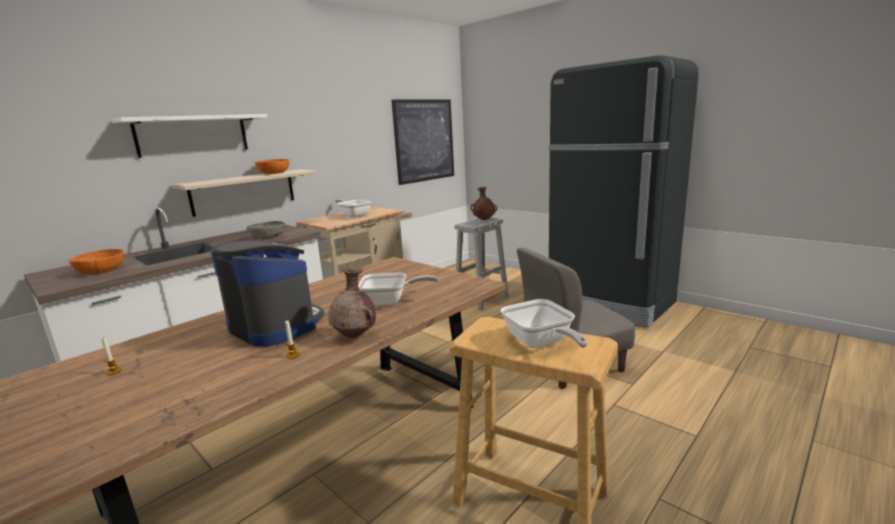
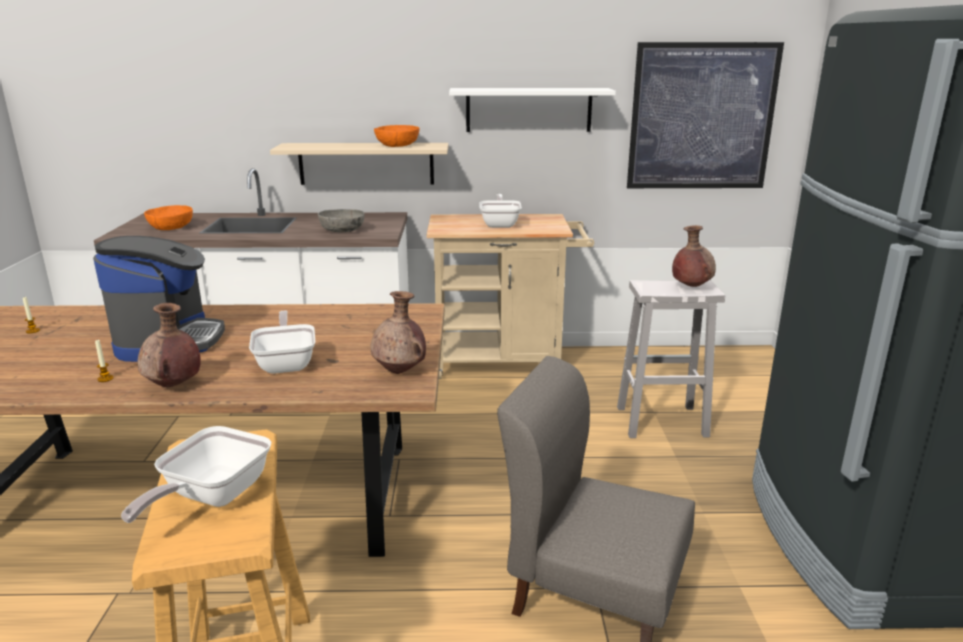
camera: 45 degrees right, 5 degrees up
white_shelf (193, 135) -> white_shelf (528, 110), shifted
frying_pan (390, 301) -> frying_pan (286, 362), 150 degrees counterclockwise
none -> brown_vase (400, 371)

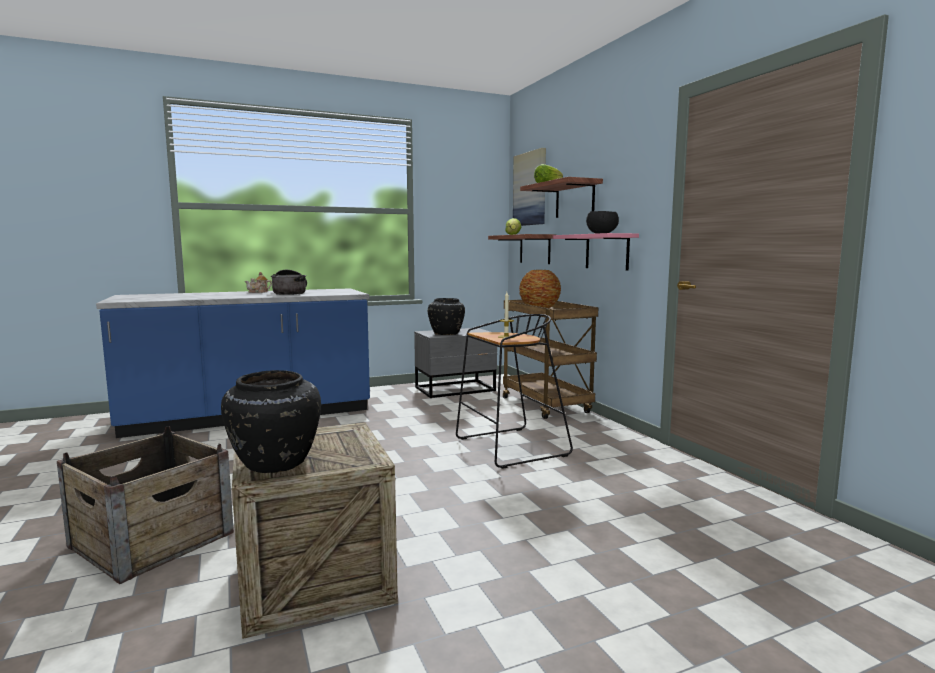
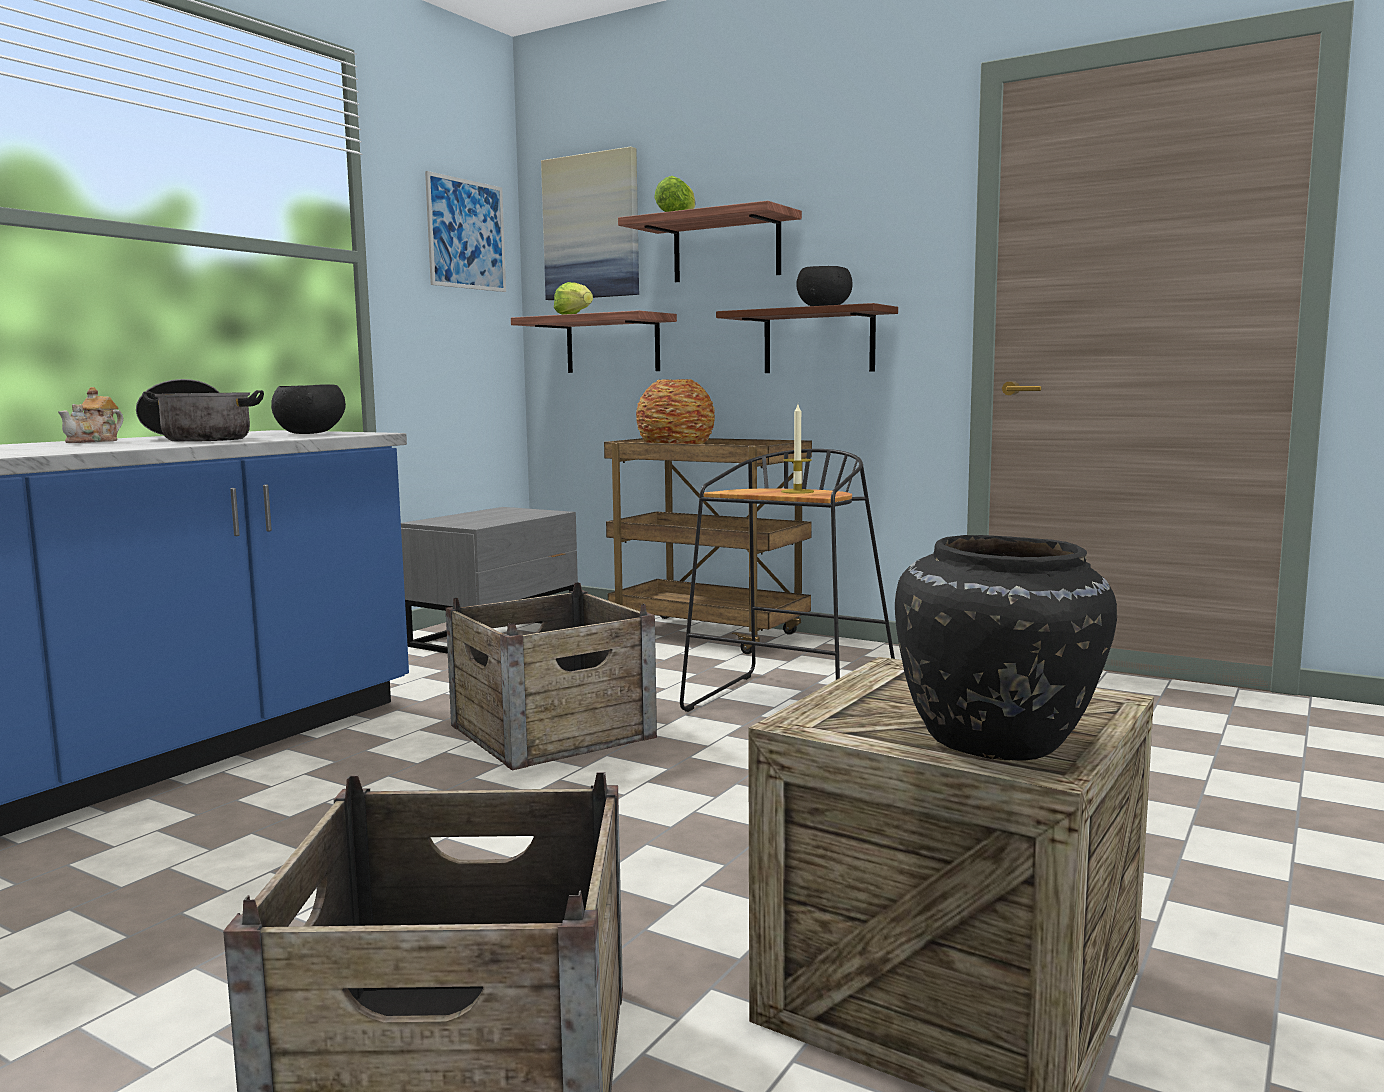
camera: 35 degrees left, 0 degrees up
pink_shelf (607, 251) -> brown_shelf (818, 341)
black_vase (446, 334) -> none
none -> picture (466, 234)
none -> black_bowl (311, 434)
none -> crate (551, 731)

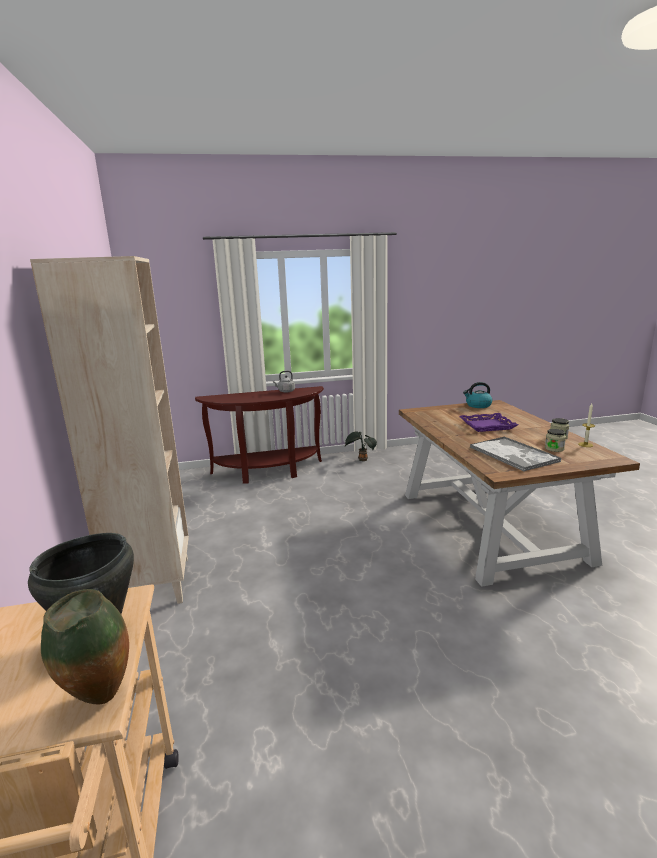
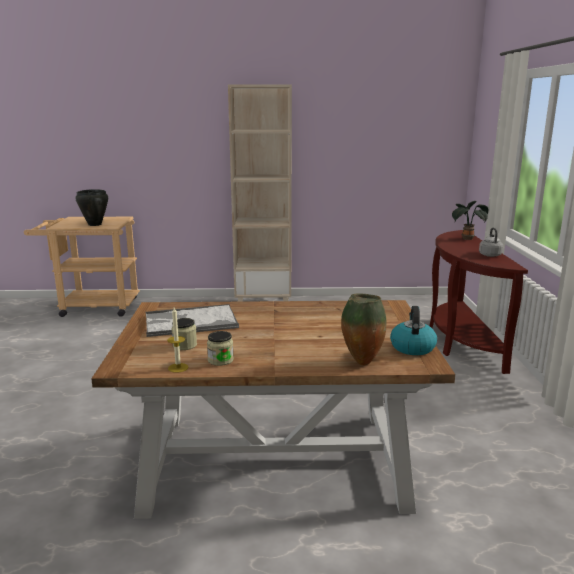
camera: 100 degrees right, 0 degrees up
purple_tray (487, 426) -> none
potted_plant (361, 460) -> potted_plant (467, 238), shifted
vase (99, 700) -> vase (361, 362), shifted

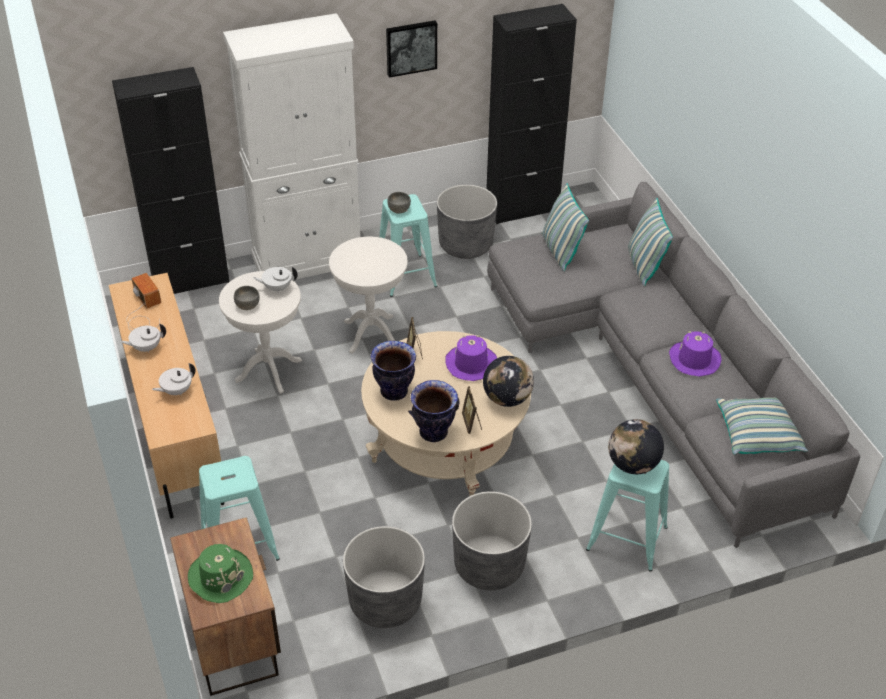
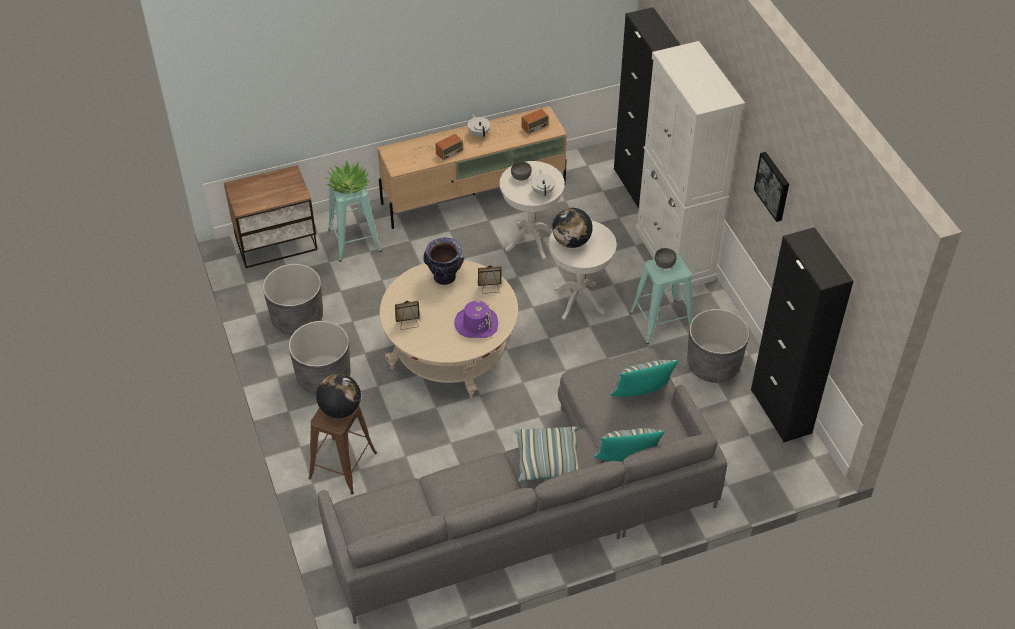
camera: 90 degrees right, 5 degrees up
purple_hat (694, 360) -> none
globe (507, 399) -> globe (571, 242), shifted
white_teapot (176, 391) -> radio (433, 153)
vase (434, 433) -> none
pillow (758, 434) -> pillow (548, 461), shifted
turquoise_stool (627, 538) -> brown_stool (342, 465)
green_hat (220, 576) -> none
none -> potted_plant (349, 185)

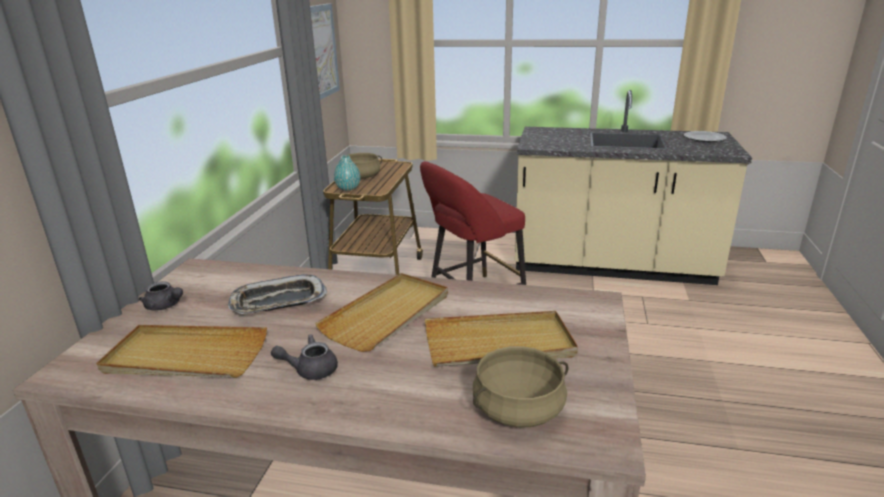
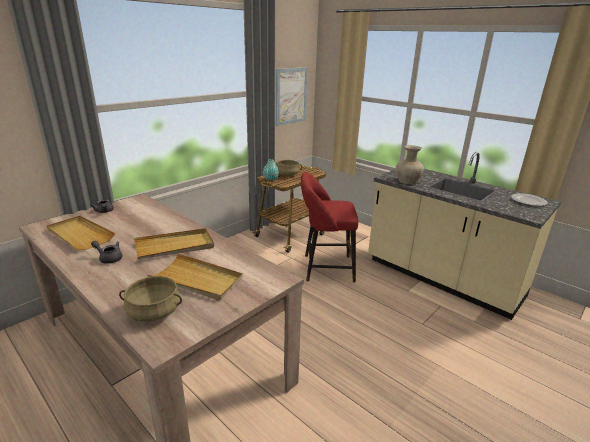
camera: 30 degrees right, 0 degrees up
tray (278, 301) -> none
none -> beige_vase (407, 181)

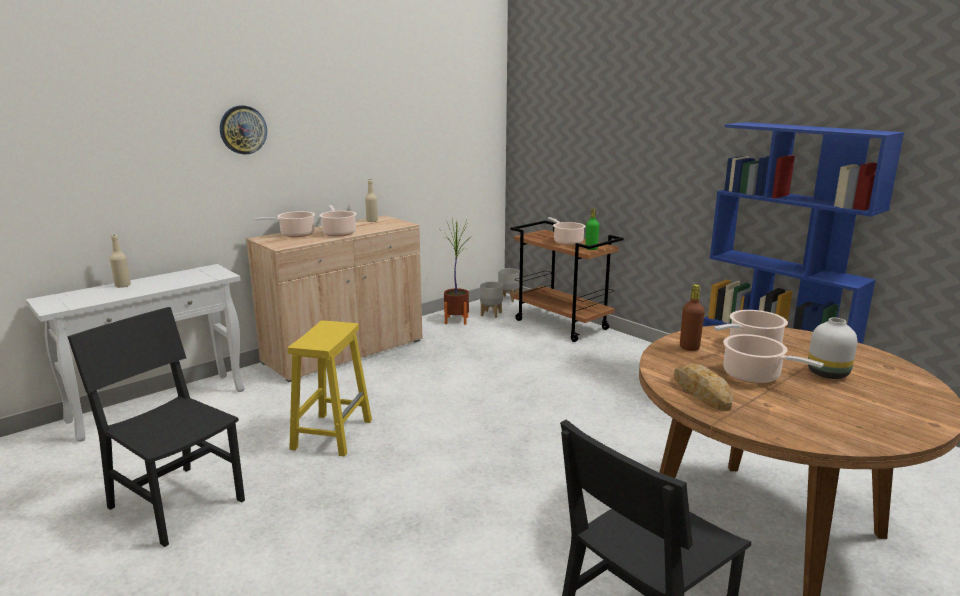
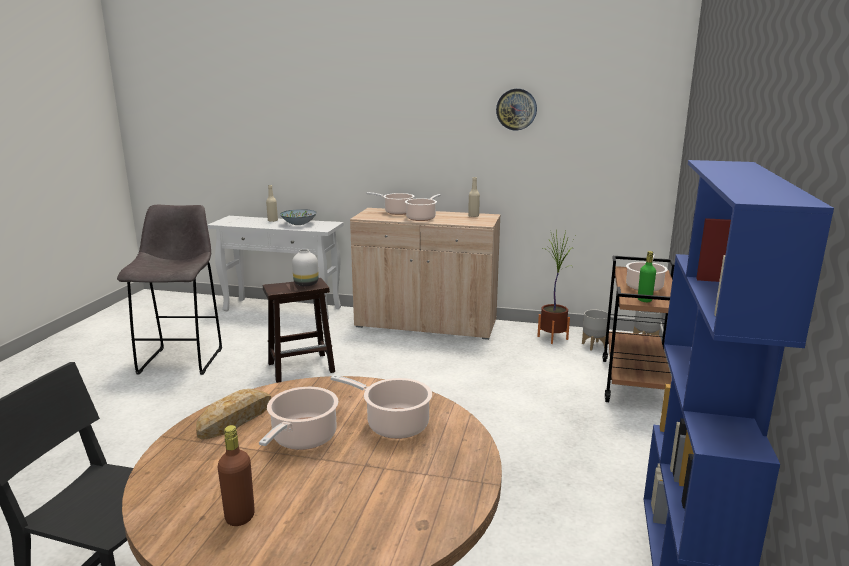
camera: 55 degrees right, 0 degrees up
wall_clock (243, 130) -> wall_clock (516, 109), shifted
brown_bottle (689, 347) -> brown_bottle (240, 517), shifted
black_chair (177, 503) -> grey_stool (182, 359)
white_vase (828, 374) -> white_vase (305, 284), shifted
yellow_stool (332, 433) -> brown_stool (302, 367)
none -> bowl (299, 224)

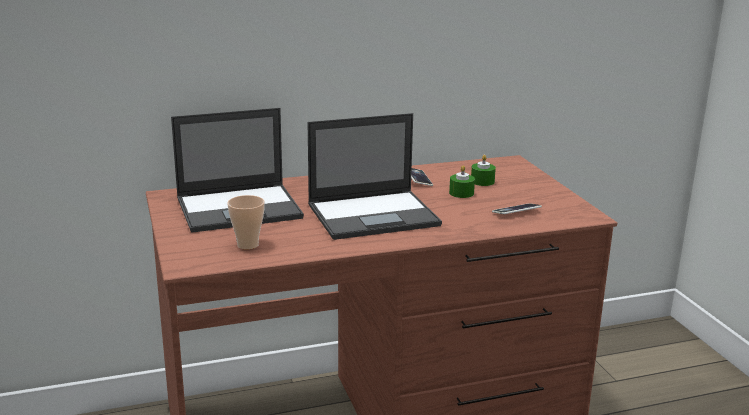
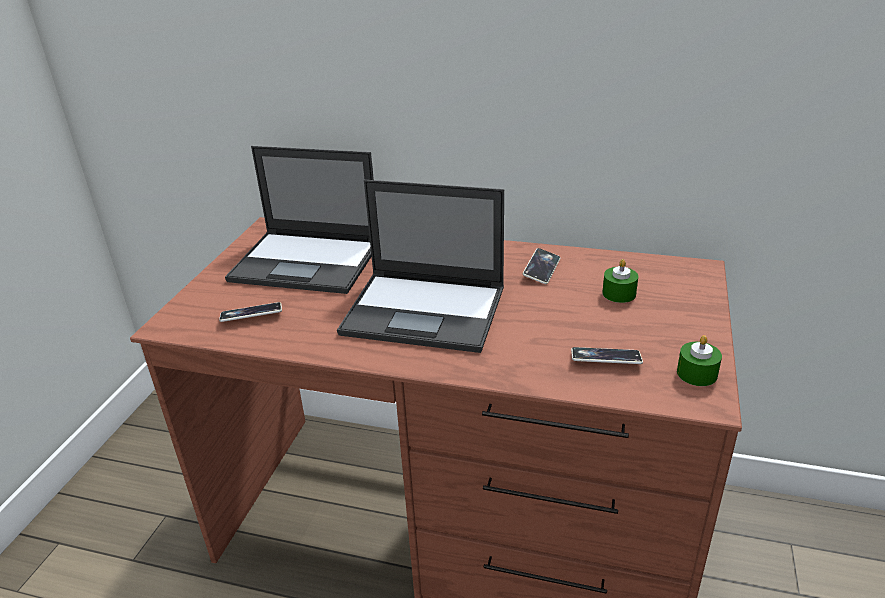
camera: 35 degrees right, 10 degrees up
green_candle (461, 193) -> green_candle (697, 373), shifted
cup (248, 245) -> phone (251, 315)

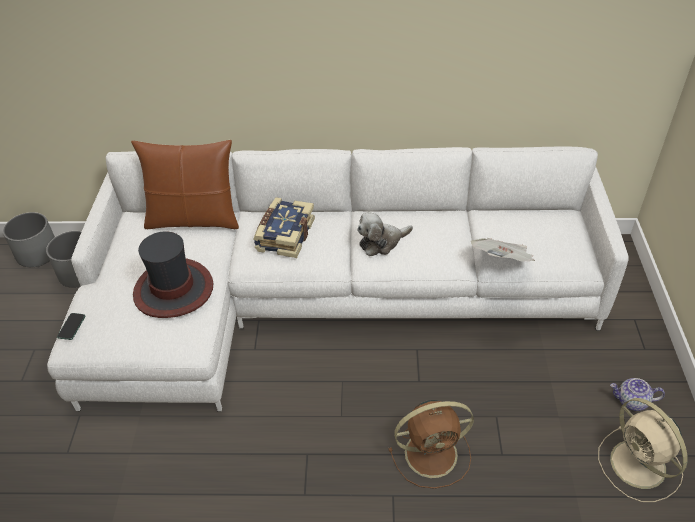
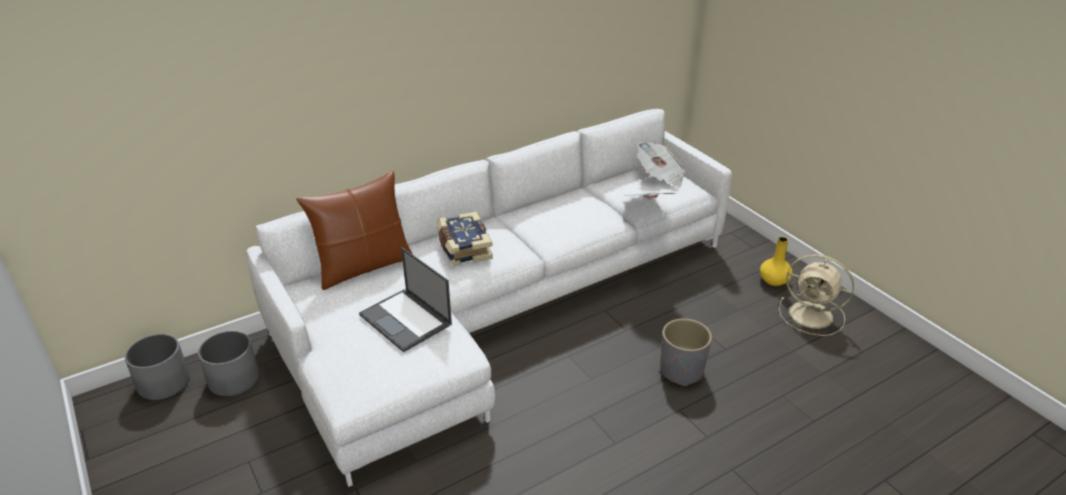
camera: 35 degrees left, 10 degrees down
plush_toy (381, 242) -> none
hat (174, 289) -> laptop (406, 320)
phone (71, 327) -> none
teapot (632, 401) -> yellow_vase (774, 281)
brown_fan (433, 453) -> grey_planter (681, 370)
none -> newspaper (660, 176)

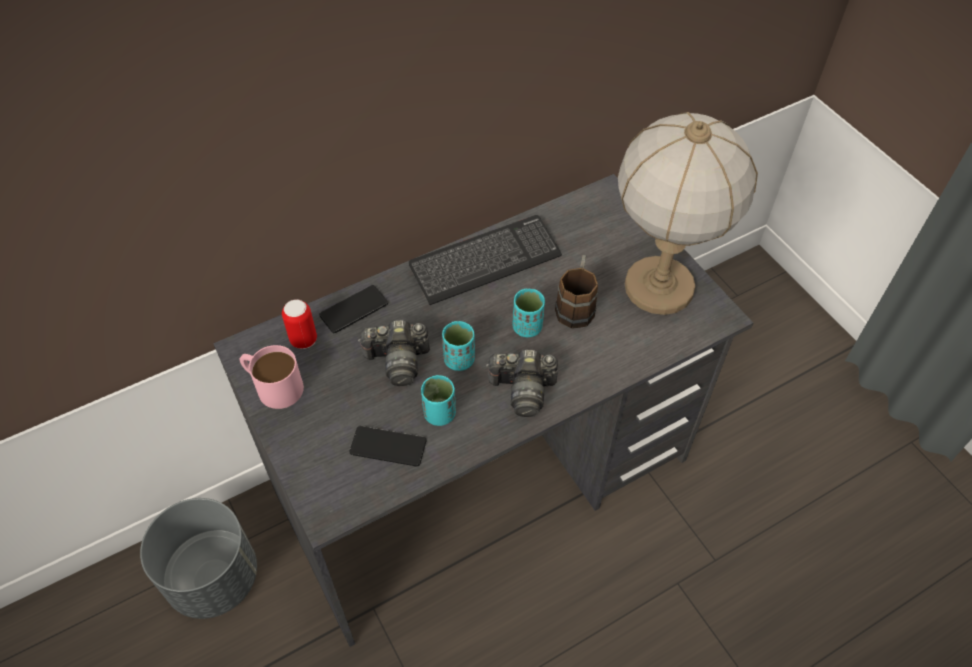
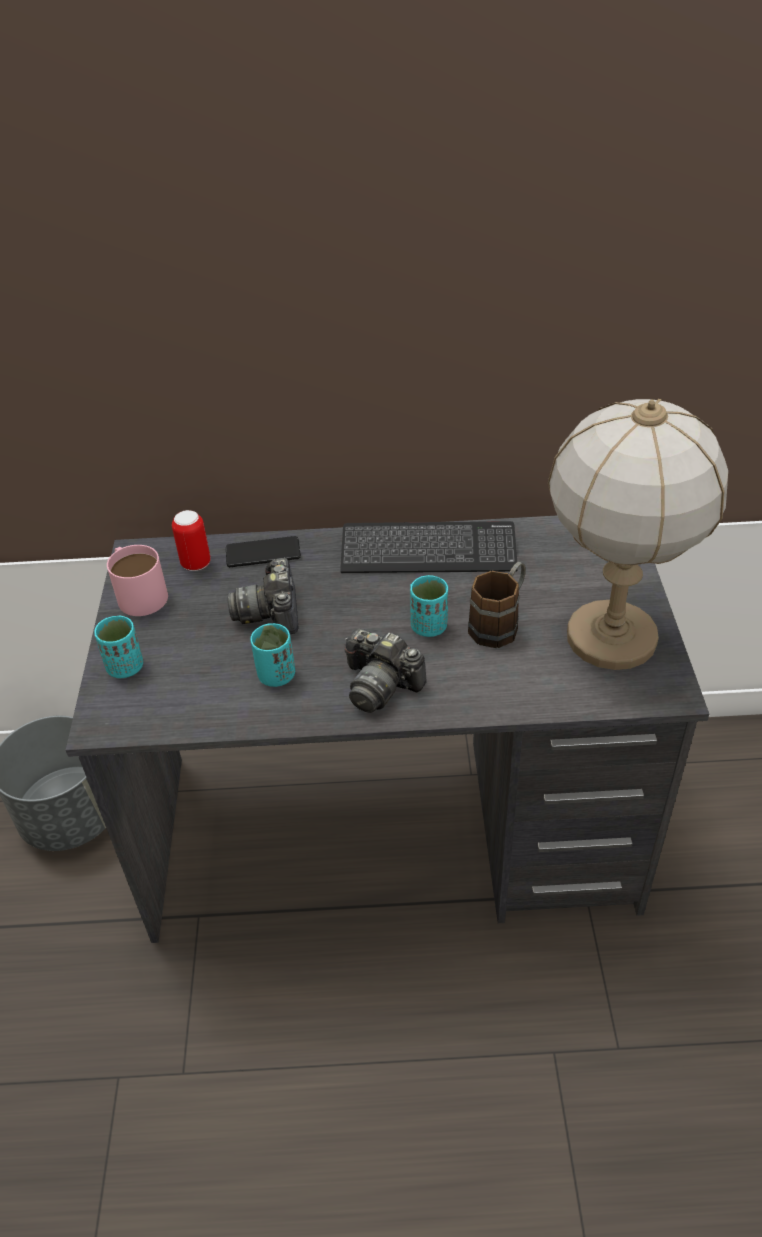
camera: 30 degrees right, 10 degrees down
photo_camera (398, 361) -> photo_camera (271, 612), 60 degrees clockwise
turquoise_cup (459, 360) -> turquoise_cup (125, 667), shifted
phone (388, 446) -> none

